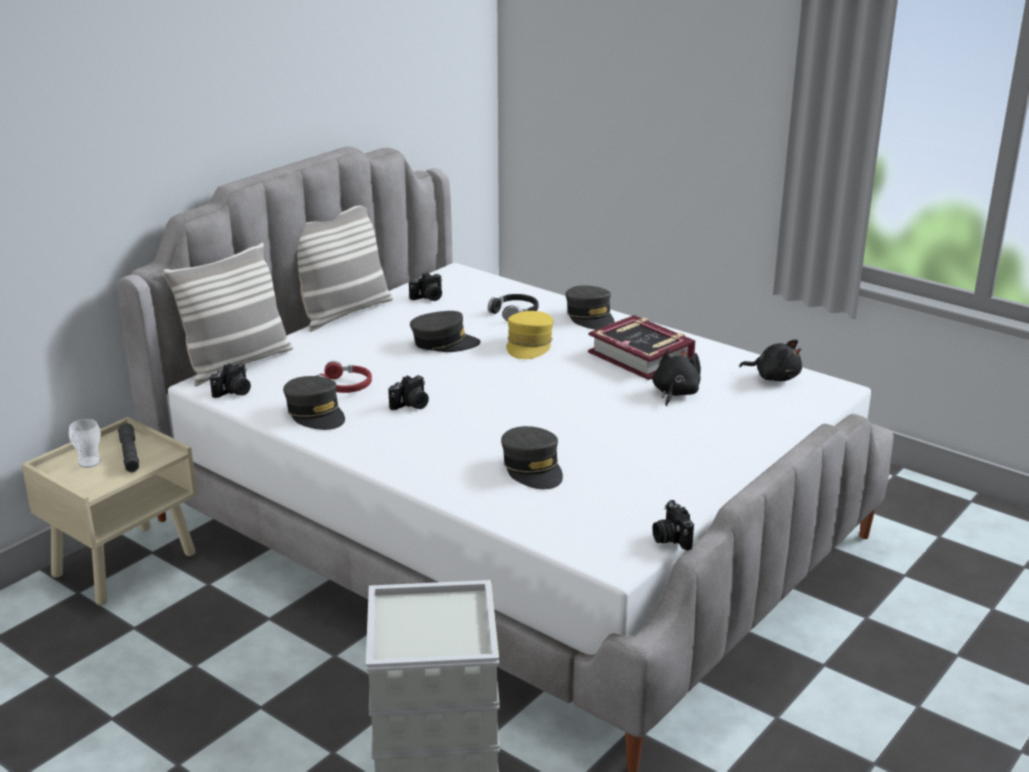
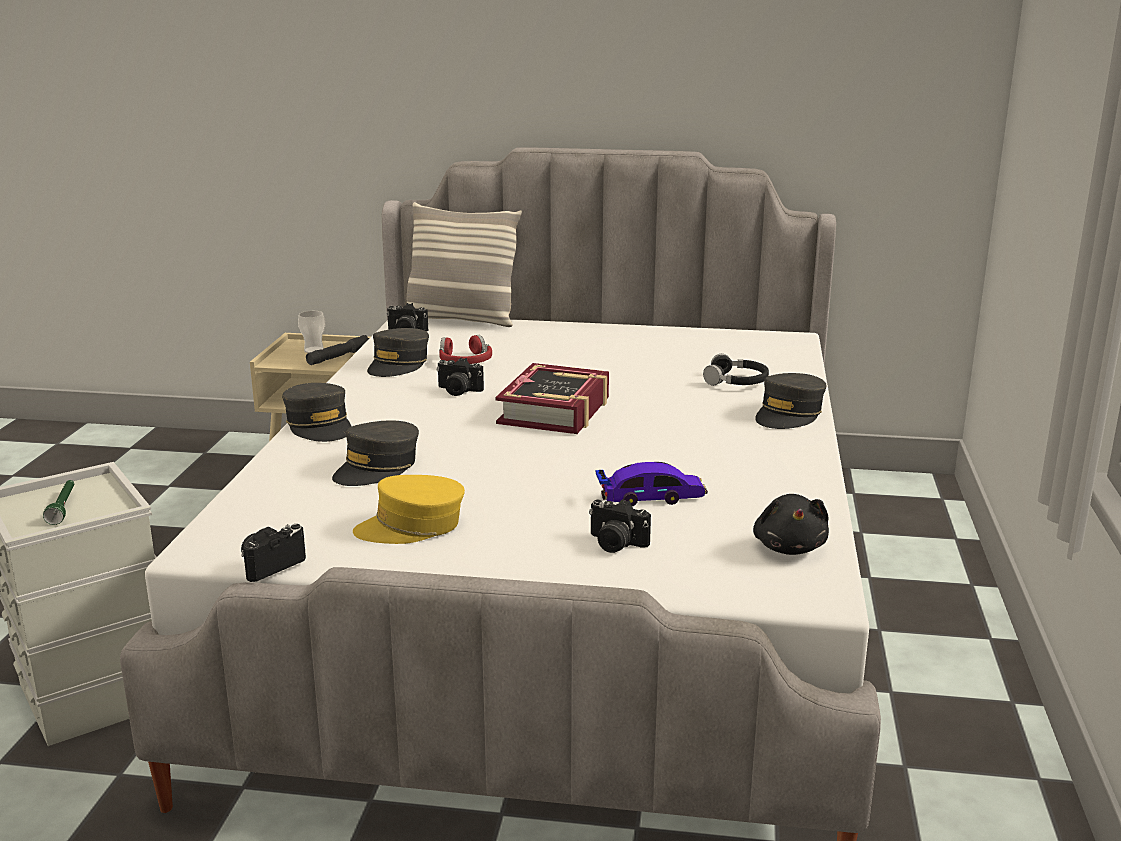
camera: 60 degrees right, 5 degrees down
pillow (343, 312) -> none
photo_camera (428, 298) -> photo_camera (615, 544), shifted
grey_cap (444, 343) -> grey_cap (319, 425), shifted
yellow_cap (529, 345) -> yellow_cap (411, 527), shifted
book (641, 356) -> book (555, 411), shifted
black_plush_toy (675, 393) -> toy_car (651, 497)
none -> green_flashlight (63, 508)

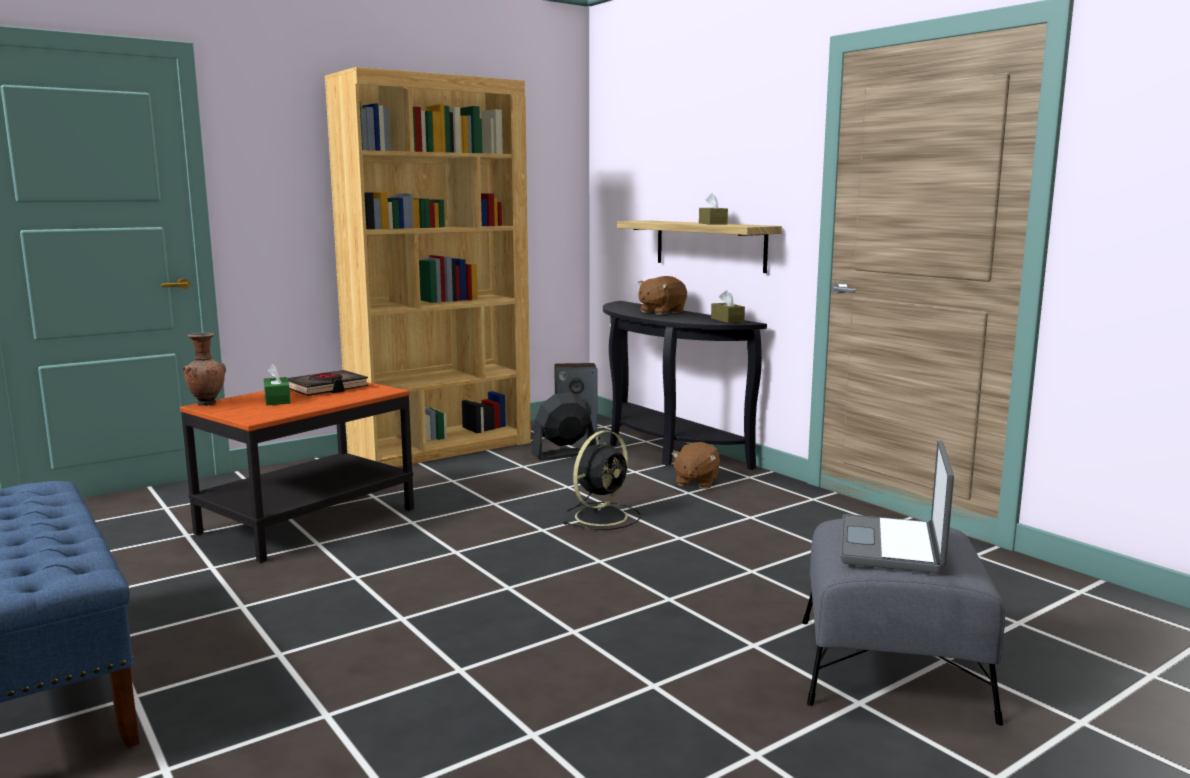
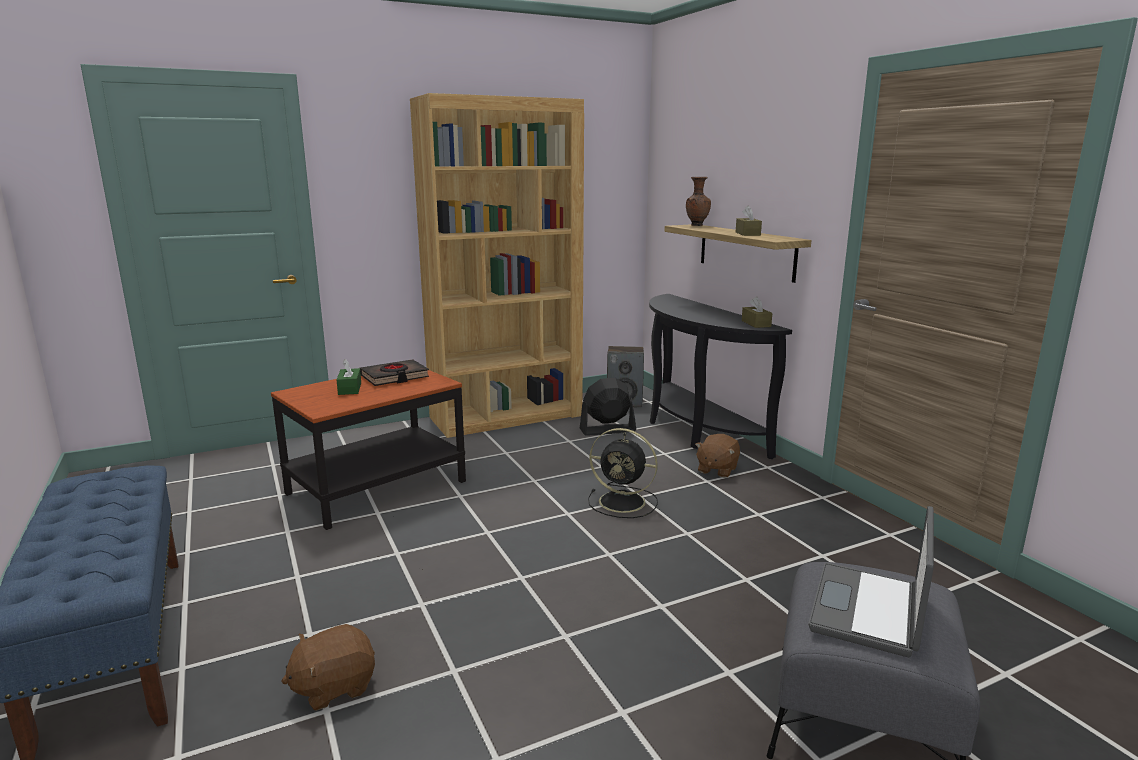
camera: 10 degrees right, 5 degrees up
brown_plush_toy (661, 312) -> brown_plush_toy (334, 686), shifted
brown_vase (207, 404) -> brown_vase (696, 225), shifted
black_fan (602, 516) -> black_fan (624, 502), 60 degrees clockwise

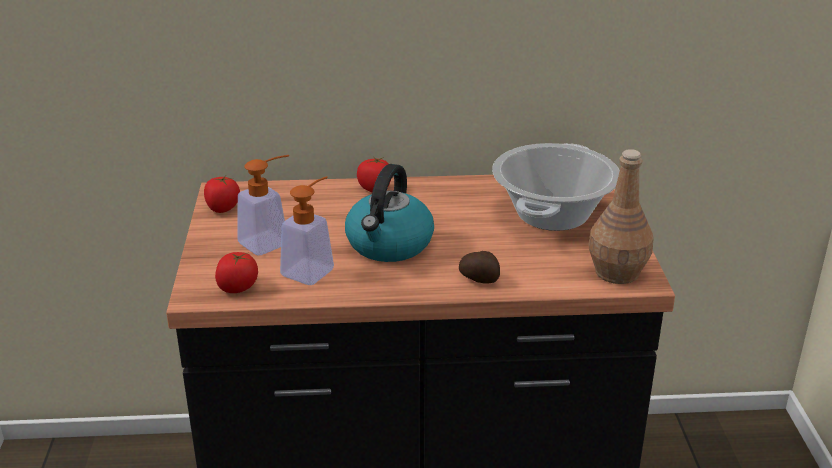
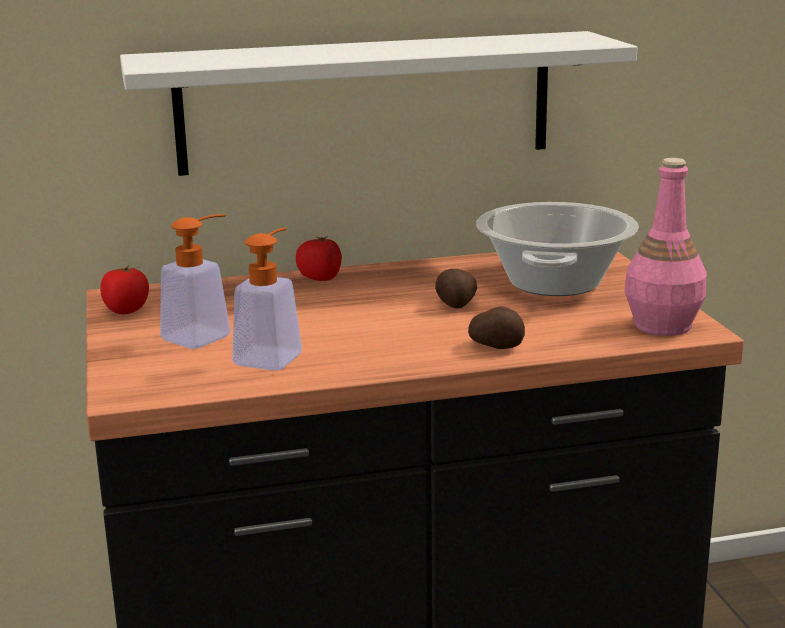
camera: 10 degrees left, 10 degrees down
brown_bottle (616, 272) -> pink_bottle (661, 326)
kettle (389, 245) -> none
tomato (238, 287) -> none
none -> white_shelf (366, 102)
none -> potato (456, 305)

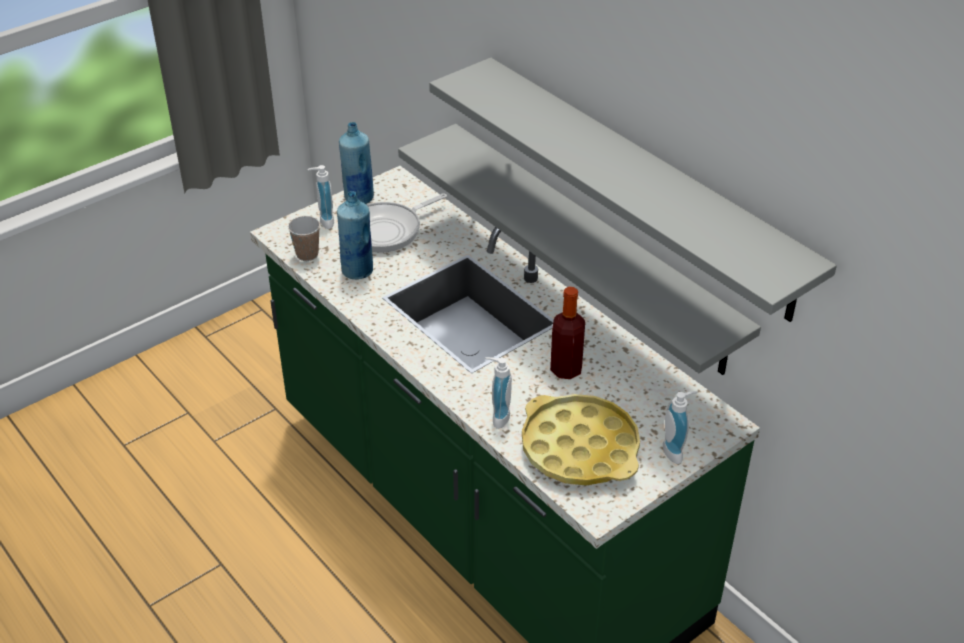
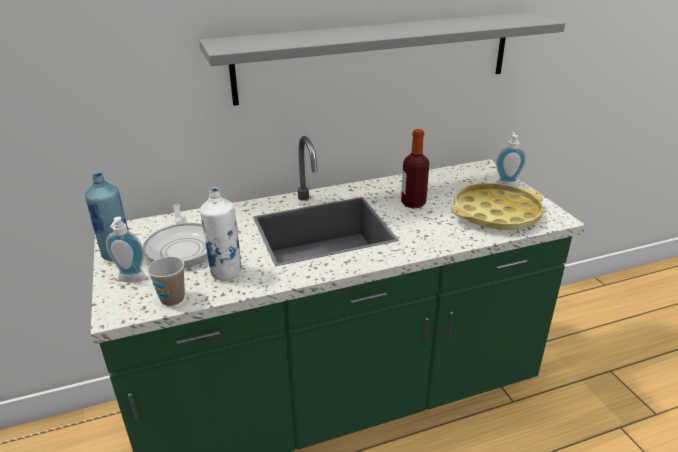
camera: 70 degrees left, 10 degrees down
grey_shelf (590, 246) -> none
blue_bottle (357, 271) -> white_bottle (226, 272)
soap_dispenser (497, 417) -> none

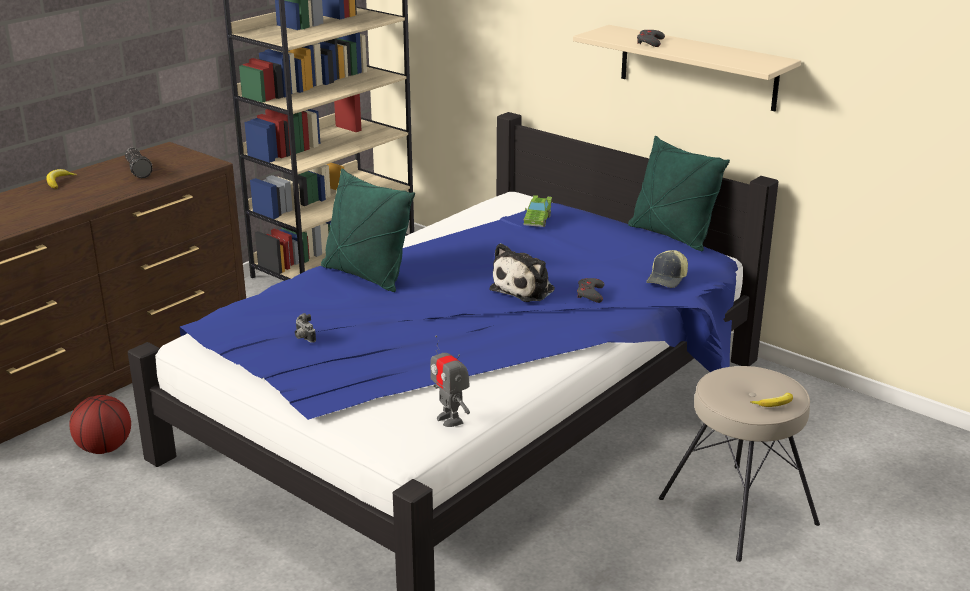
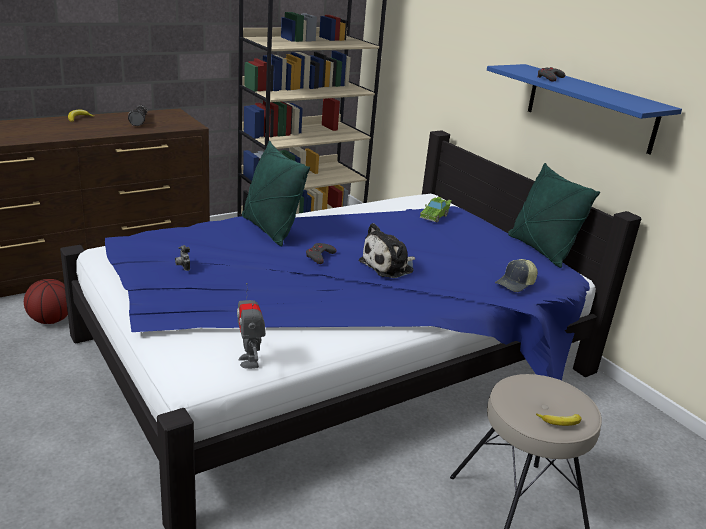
camera: 15 degrees right, 0 degrees up
beige_shelf (697, 67) -> blue_shelf (590, 107)
grey_game_controller (590, 294) -> grey_game_controller (319, 256), shifted

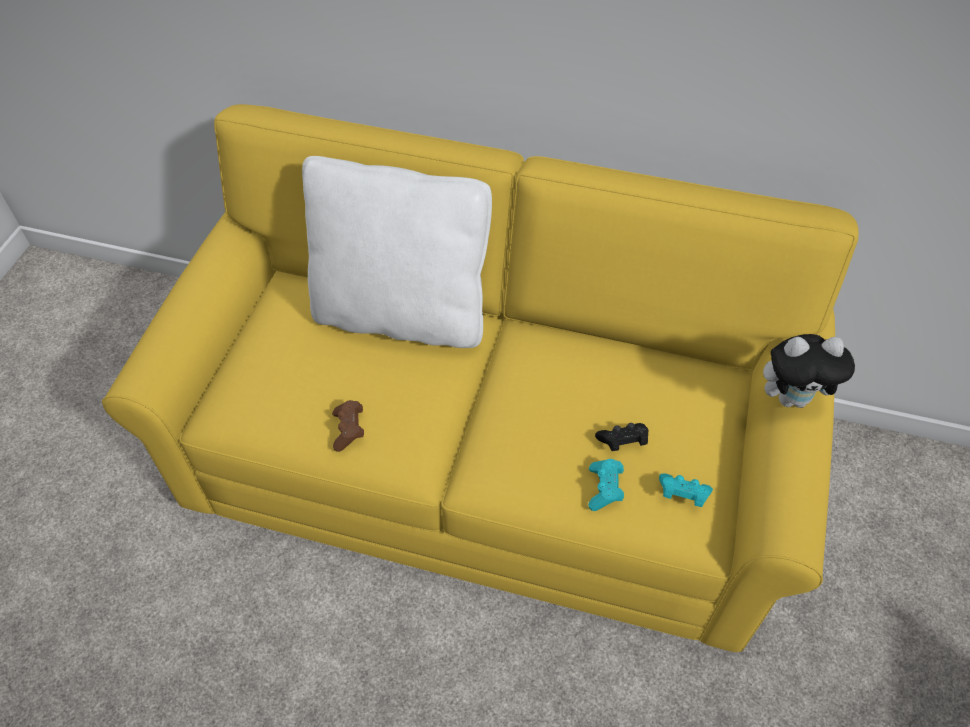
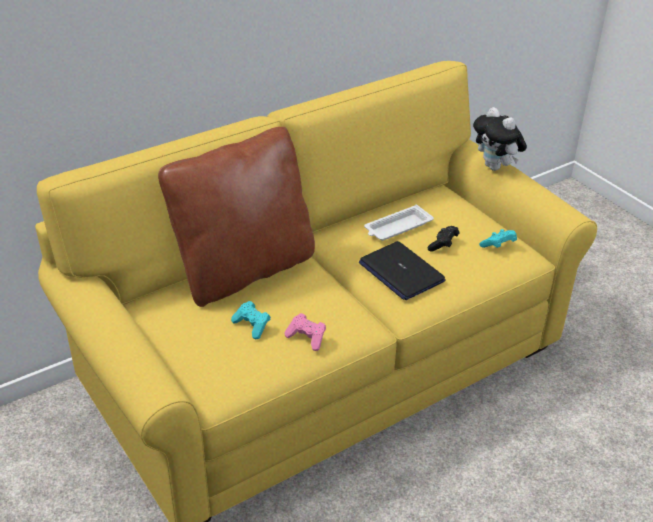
camera: 50 degrees left, 15 degrees down
white_pillow (401, 314) -> brown_pillow (244, 270)
plush_toy (792, 398) -> plush_toy (495, 167), 105 degrees clockwise
brown_game_controller (349, 430) -> pink_game_controller (307, 338)
turquoise_game_controller (604, 489) -> turquoise_game_controller (252, 326), shifted
none -> white_tray (397, 227)
none -> laptop (400, 272)

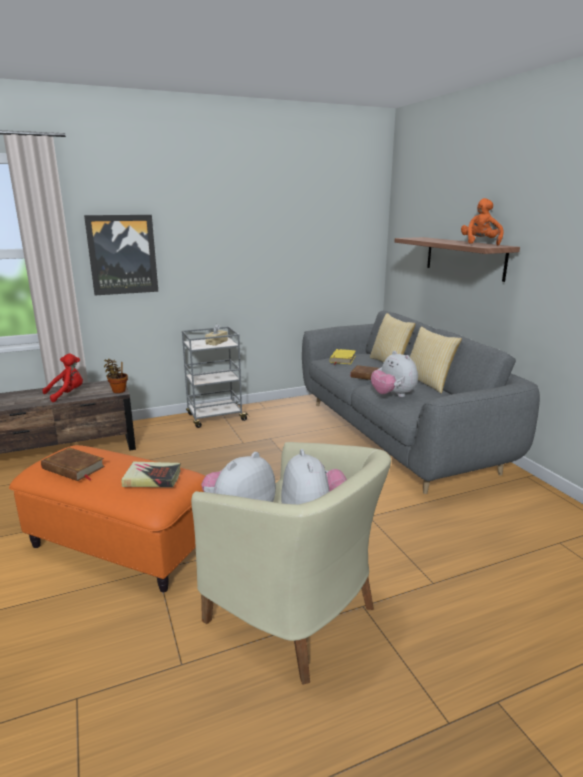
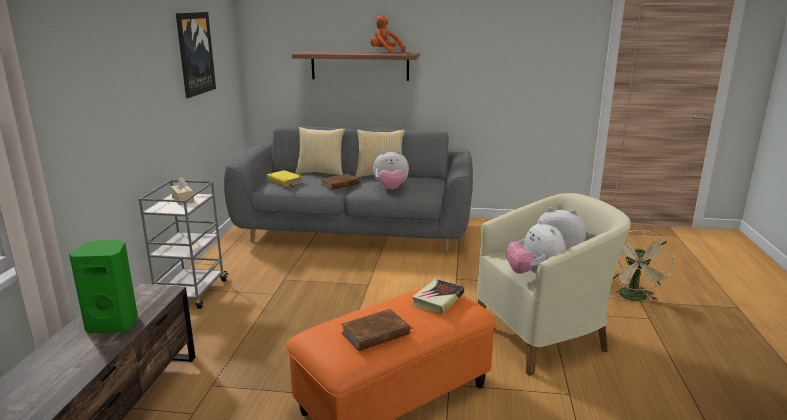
camera: 60 degrees left, 0 degrees up
picture (122, 254) -> picture (195, 53), shifted
red_plush_toy (67, 394) -> green_speaker (114, 324)
potted_plant (118, 390) -> none
none -> beige_fan (634, 298)

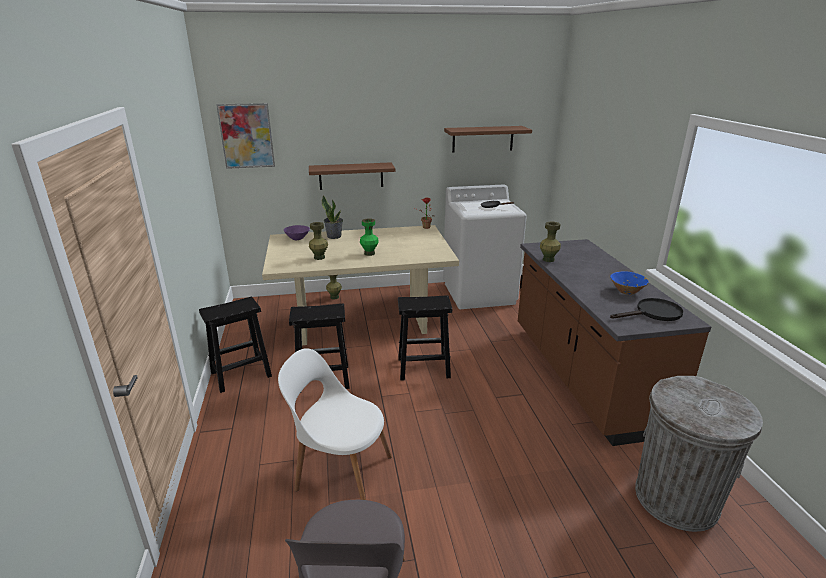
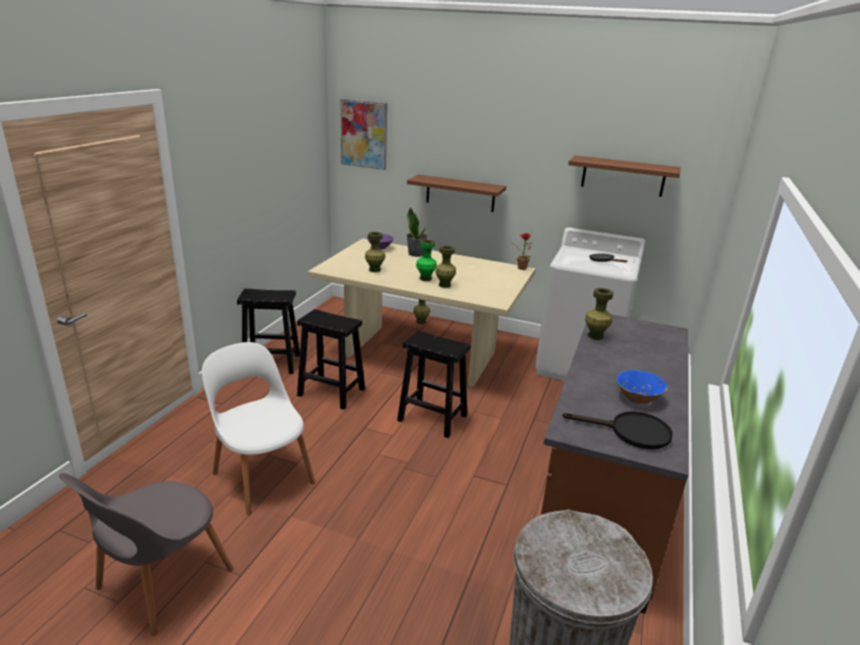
camera: 30 degrees right, 0 degrees up
none -> green_vase (444, 285)

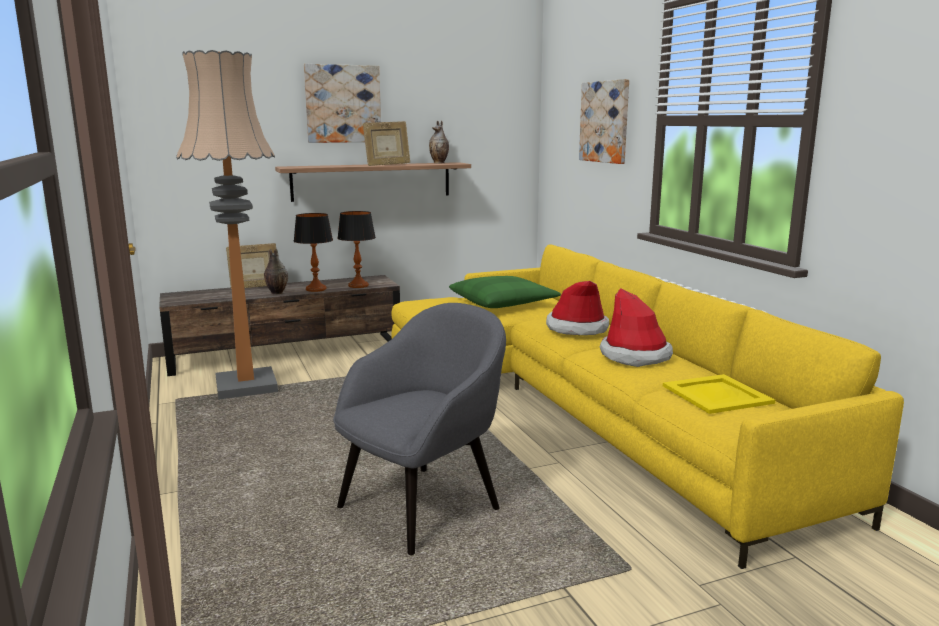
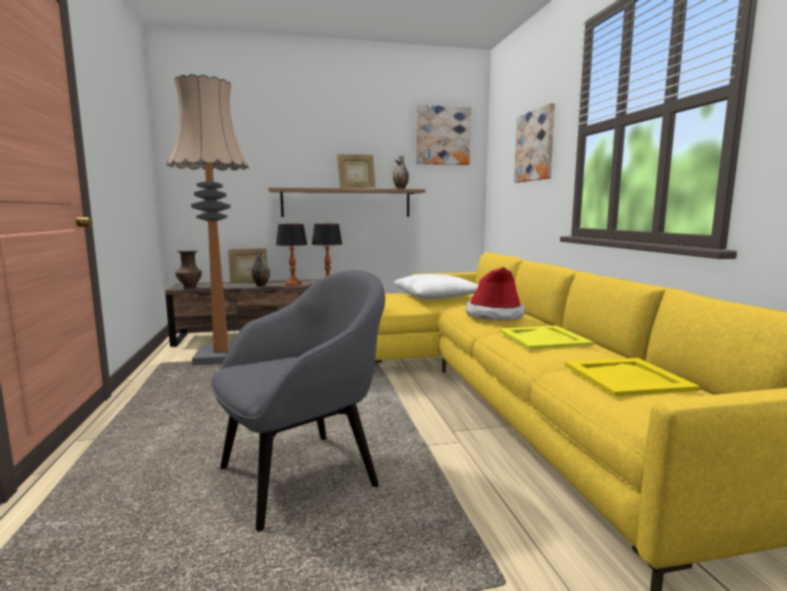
camera: 10 degrees right, 5 degrees down
picture (343, 104) -> picture (442, 136), shifted
green_pillow (503, 303) -> white_pillow (438, 297)
hat (635, 356) -> yellow_tray (543, 338)
none -> brown_vase (189, 288)

